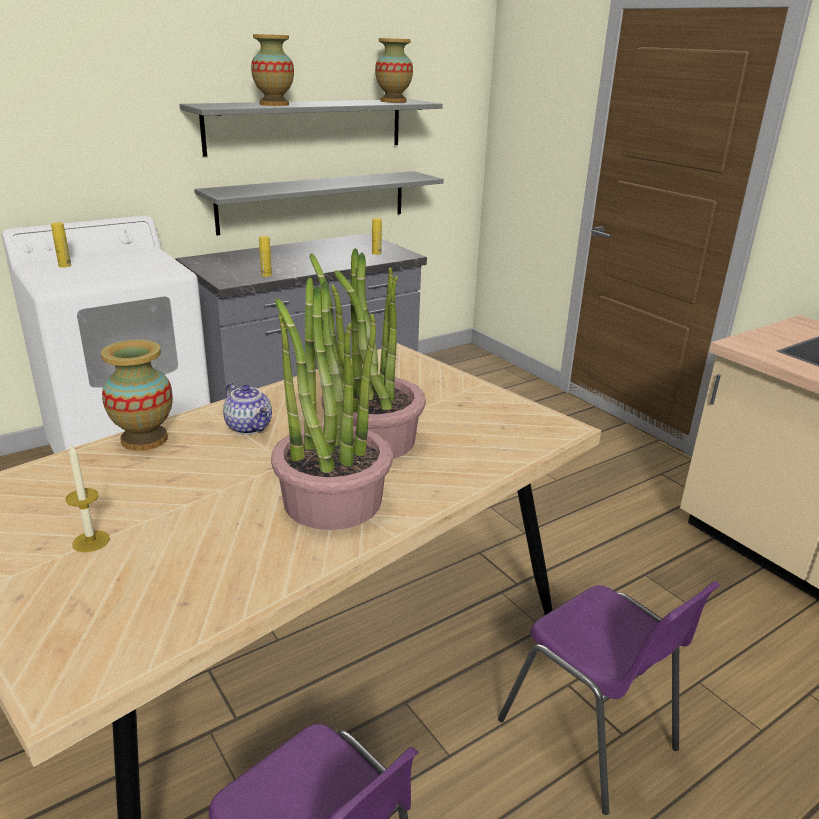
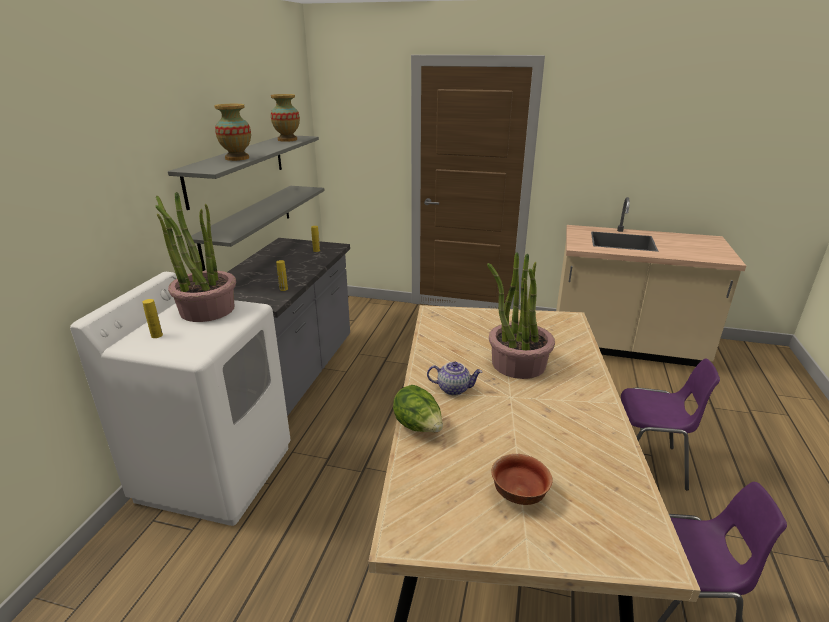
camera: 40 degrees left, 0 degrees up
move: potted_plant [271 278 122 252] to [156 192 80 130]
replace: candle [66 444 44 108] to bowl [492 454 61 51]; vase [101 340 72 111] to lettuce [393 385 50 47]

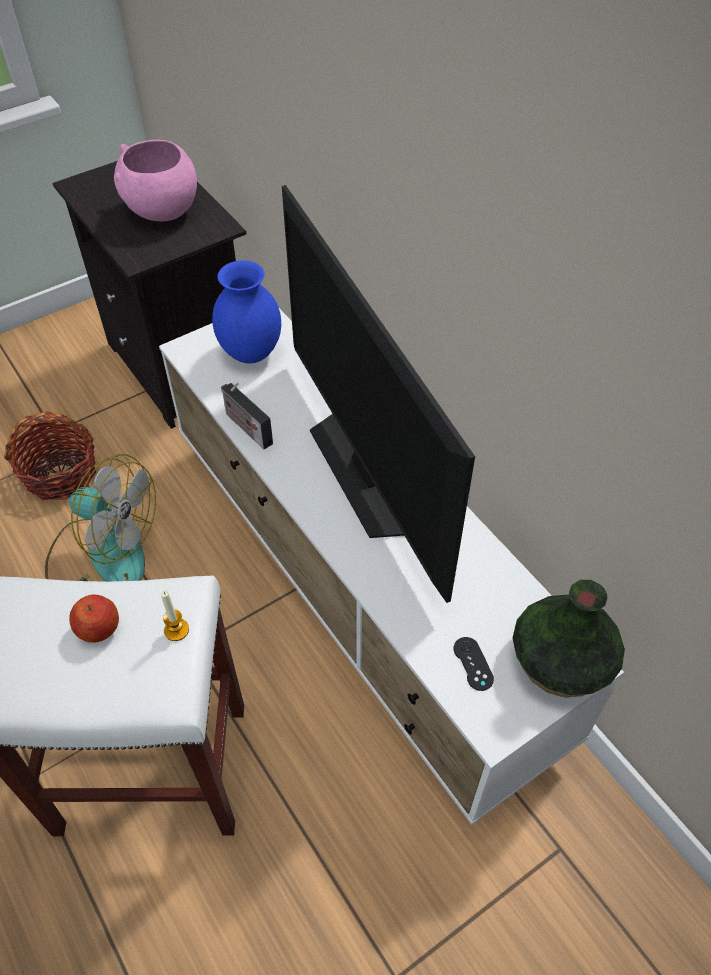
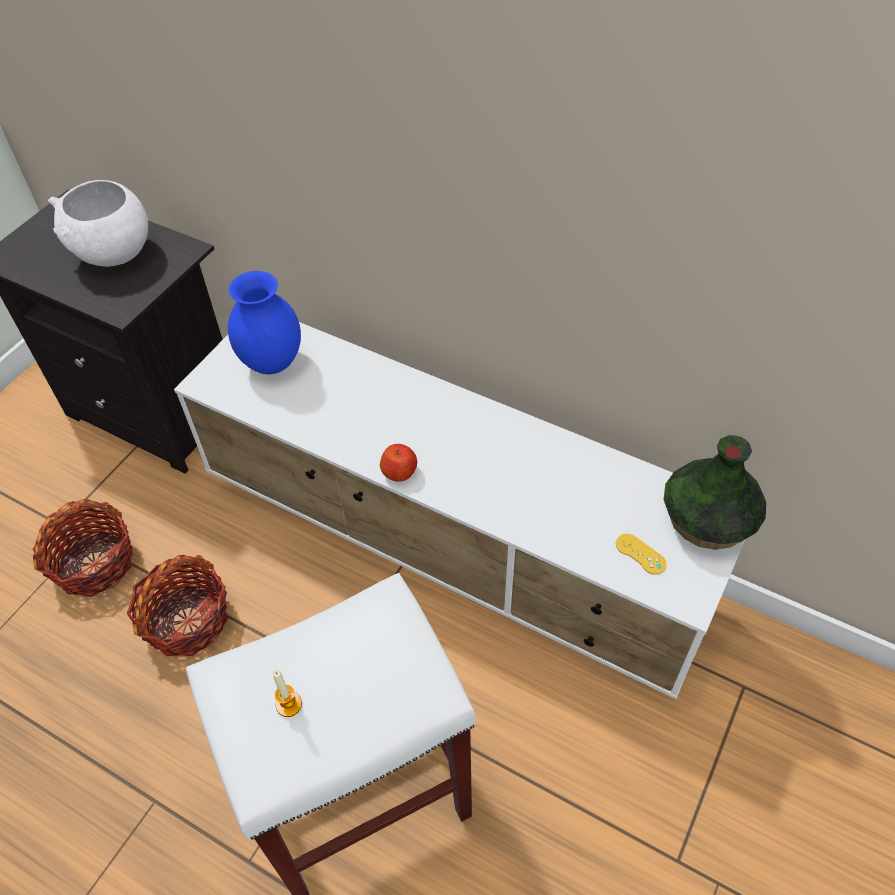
camera: 25 degrees left, 0 degrees up
delete: radio [221 382 52 67]; television [282 185 193 418]
move: apple [69 594 50 49] to [380 444 37 38]; candle [161 590 28 51] to [272 669 30 48]
replace: fan [45 454 111 128] to basket [127 555 101 101]
recolor: pink_bowl [114 140 83 82] to white_bowl [48 180 100 87]; black_game_controller [454 637 40 54] to yellow_game_controller [616 534 51 41]

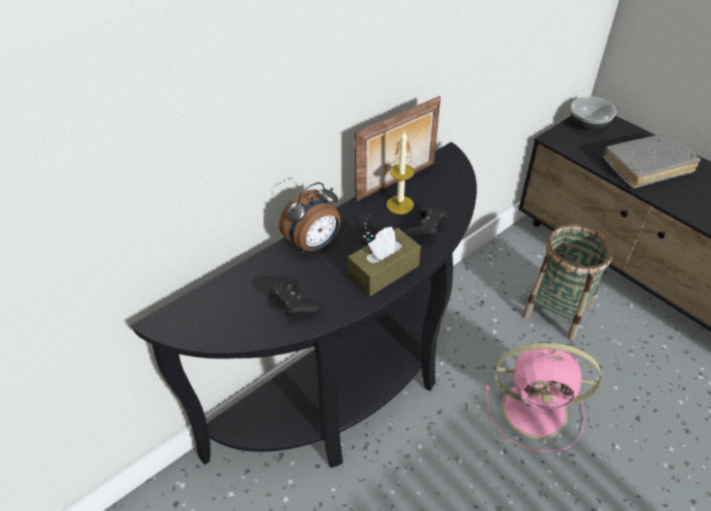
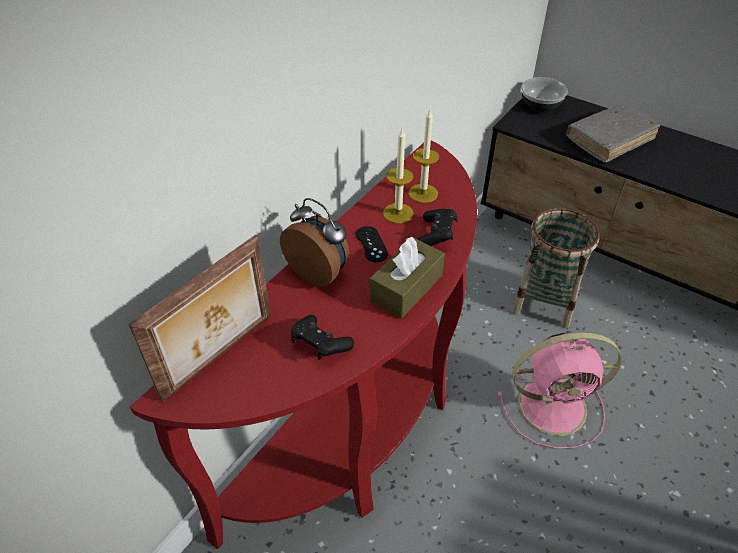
camera: 15 degrees left, 0 degrees up
insert: candle [409 110 30 93]
move: picture_frame [354 96 87 105] to [128 235 143 167]
recolor: black_console_table [131 142 346 326] to red_console_table [130 140 347 409]
rotate: alarm_clock [279 182 62 71] = [280 198 69 89] 90 degrees counterclockwise

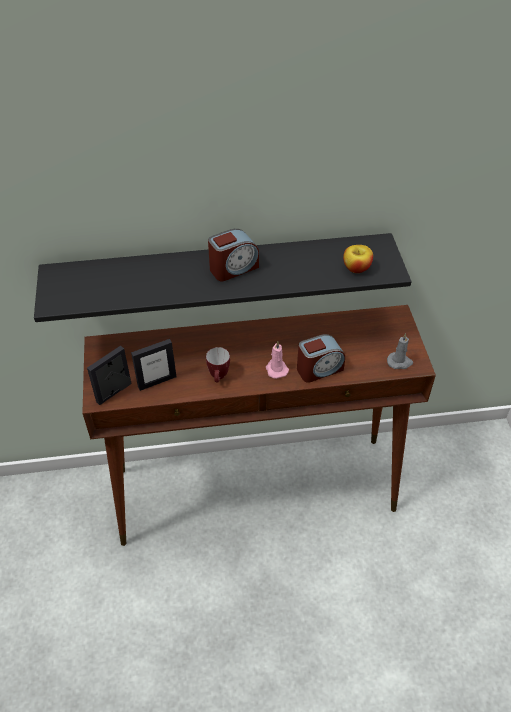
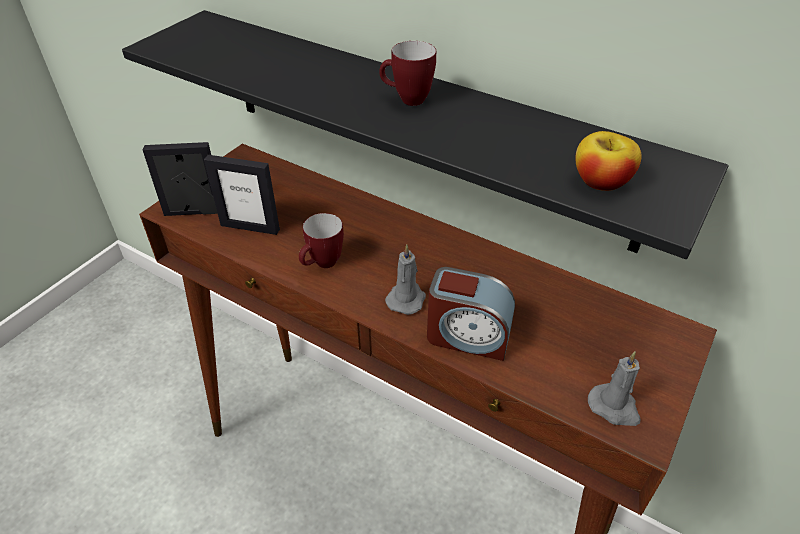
camera: 40 degrees right, 5 degrees down
replace: alarm_clock [208 229 51 52] to mug [379 41 57 65]
recolor: pink_candle [266 341 23 38] to grey_candle [385 244 41 71]

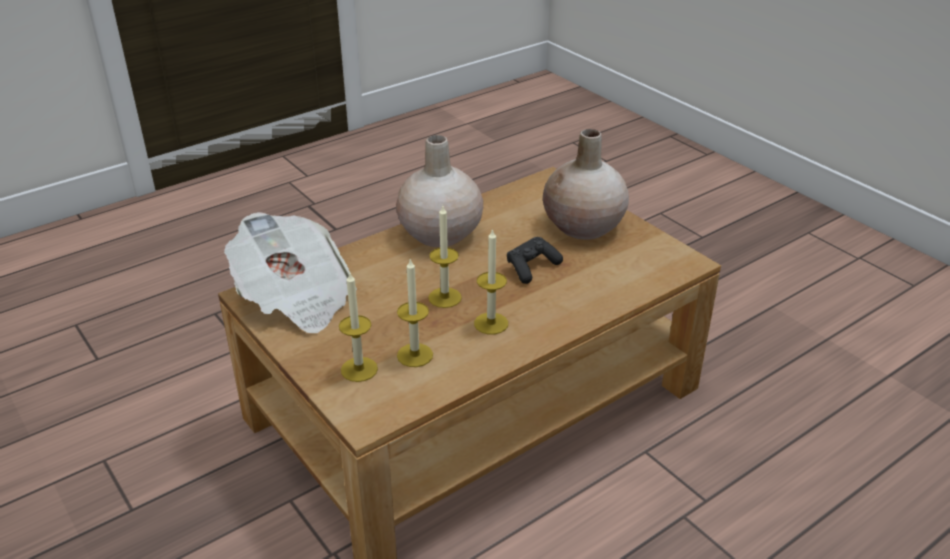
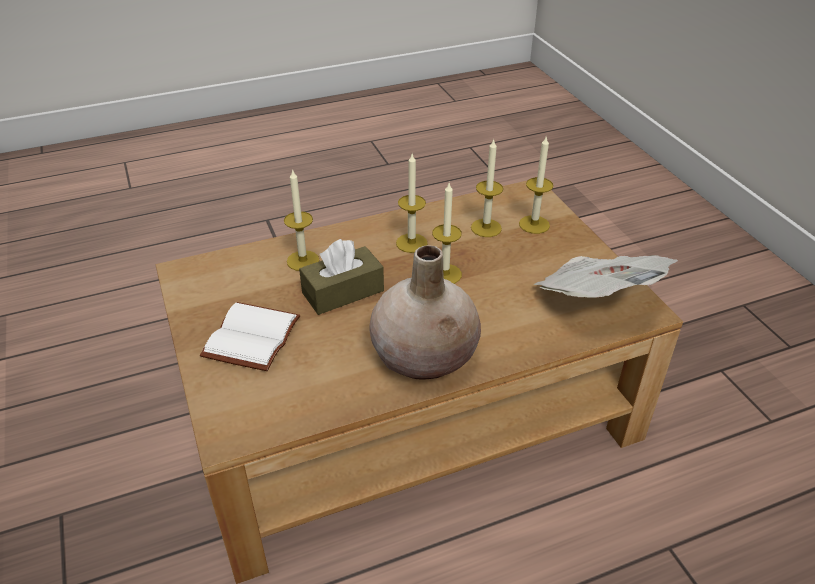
camera: 165 degrees left, 5 degrees up
insert: candle [284 169 35 102]
replace: black_game_controller [507 237 56 47] to brown_tissue_box [299 239 85 76]; beige_vase [543 129 86 111] to white_book [200 302 100 69]

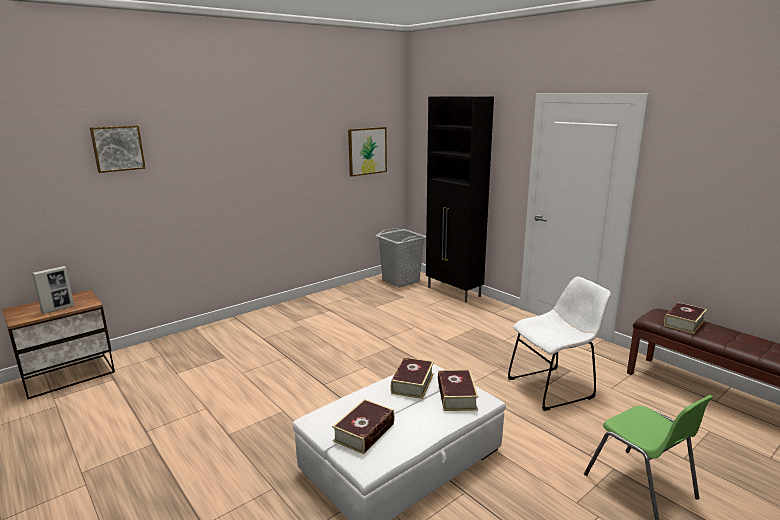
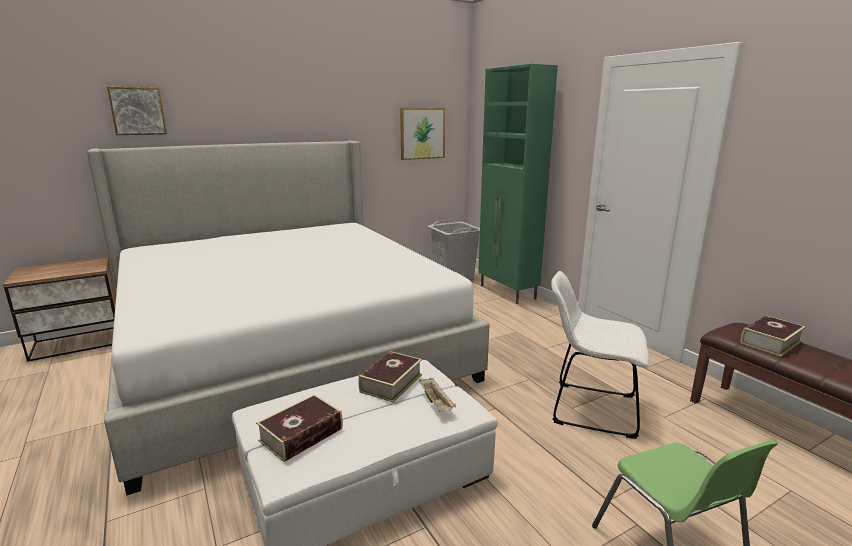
camera: 10 degrees right, 0 degrees up
delete: picture_frame [32 266 42 48]
insert: bed [87 141 402 354]
replace: book [438 370 41 41] to beige_tray [419 378 37 34]
recolor: black_cabinet [426 96 68 206] to green_cabinet [478 64 80 240]
rotate: white_chair [508 276 103 135] = [551 271 98 168] 150 degrees counterclockwise

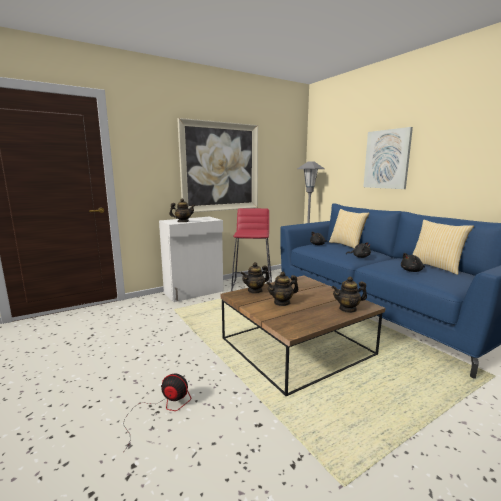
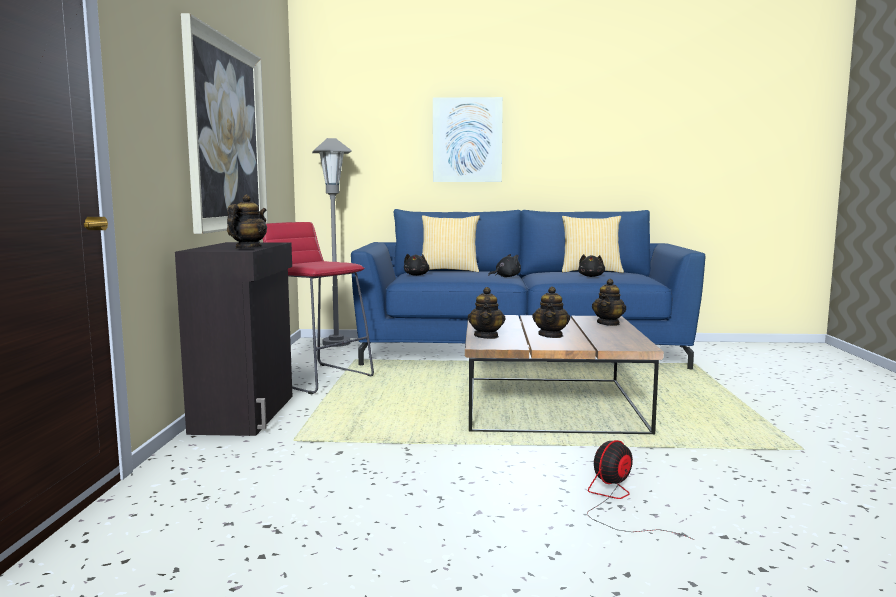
camera: 55 degrees left, 5 degrees down
recolor: white_cabinet [159 217 64 85] to black_cabinet [175 242 118 194]

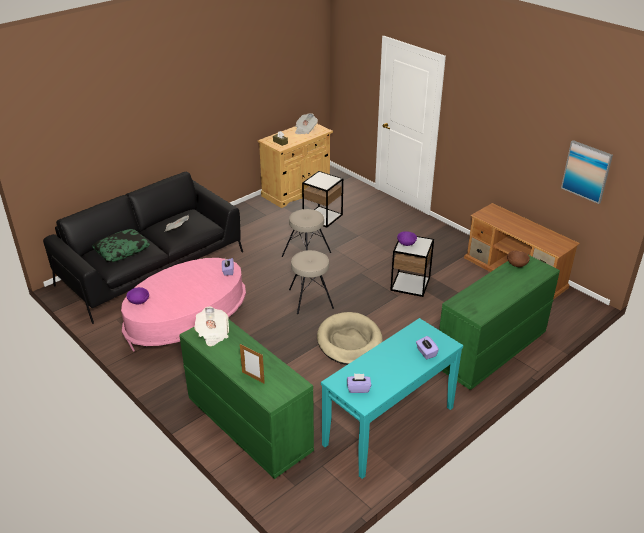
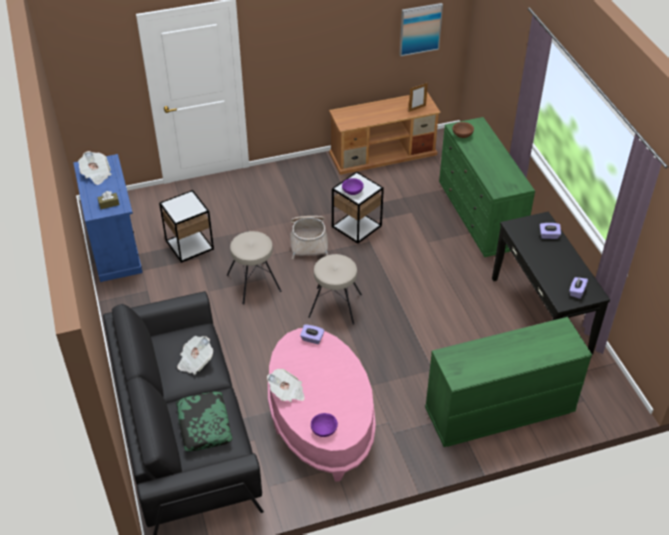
camera: 65 degrees left, 10 degrees up
delete: beige_dog_bed [317 312 66 53]
insert: basket [290 216 38 43]
move: newspaper [194 306 35 40] to [267 369 38 33]; picture_frame [240 344 25 40] to [409 83 19 29]
recolor: beige_cabinet [258 124 75 84] to blue_cabinet [73 154 70 128]; turquoise_console_table [321 318 142 161] to black_console_table [492 212 118 143]

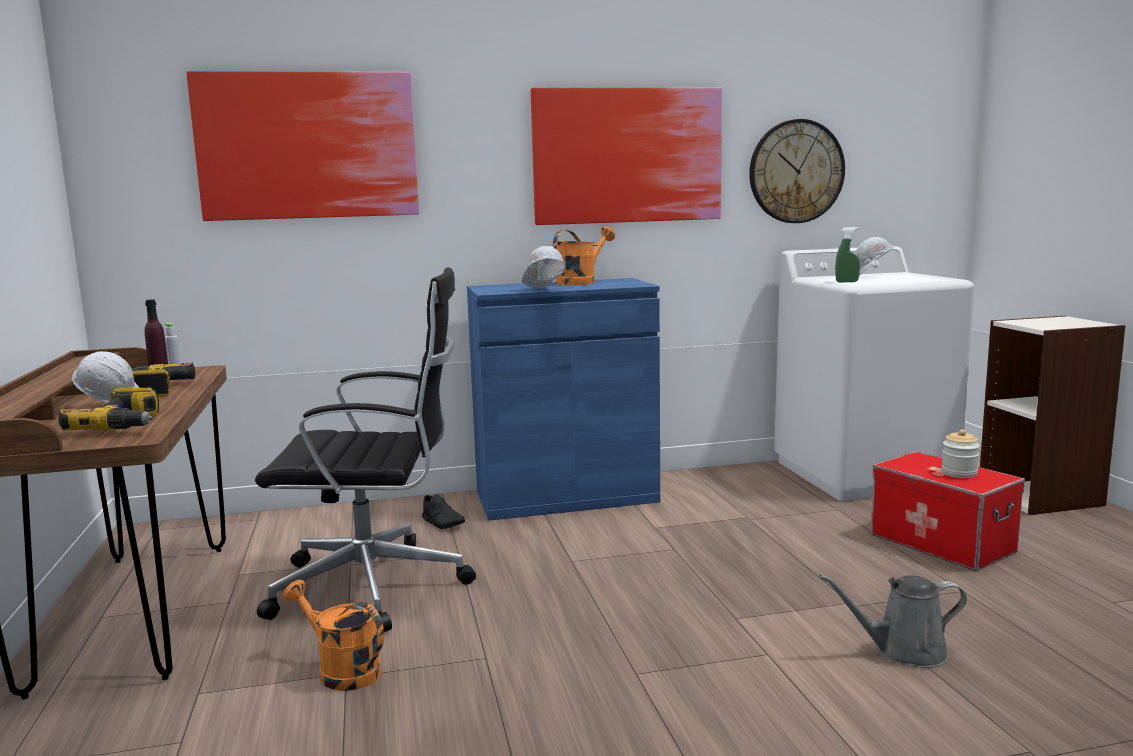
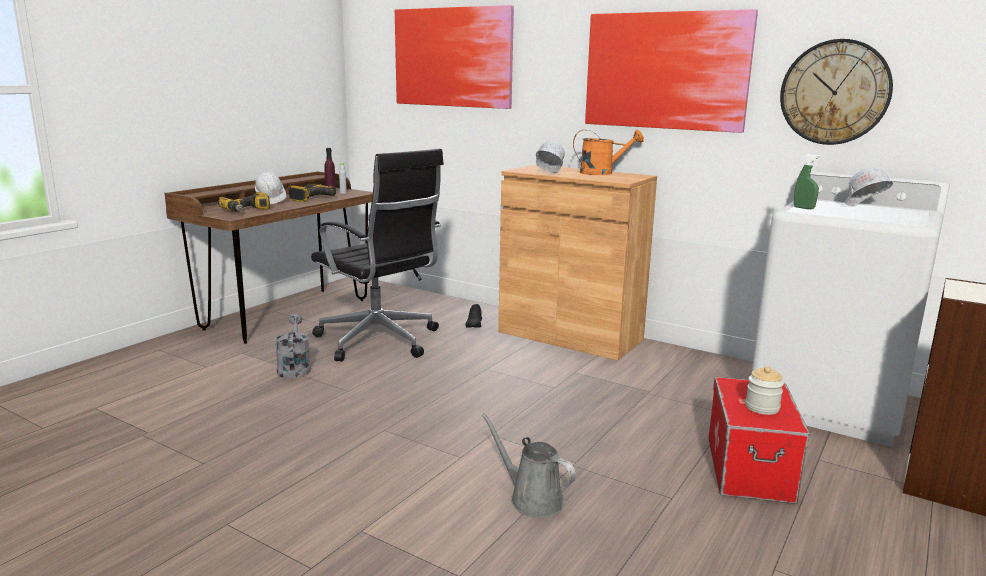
camera: 45 degrees right, 5 degrees up
recolor: orange_watering_can [283 580 101 111] to grey_watering_can [275 314 36 65]; blue_cabinet [467 278 193 243] to brown_cabinet [498 165 159 195]

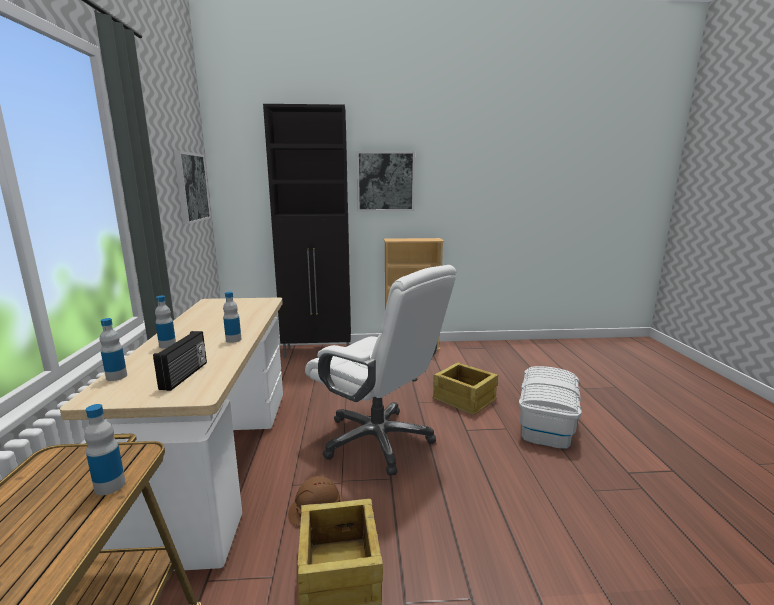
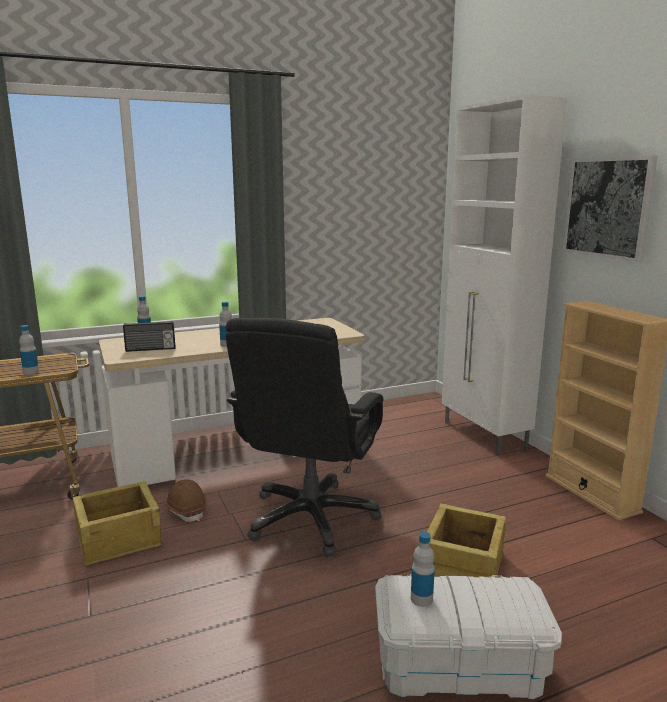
camera: 70 degrees right, 0 degrees up
delete: picture [174 151 37 73]
move: bottle [155 296 21 52] to [411 532 24 75]
recolor: black_cabinet [263 104 88 254] to white_cabinet [442 95 125 361]; white_office_chair [305 265 151 211] to black_office_chair [225 318 158 239]

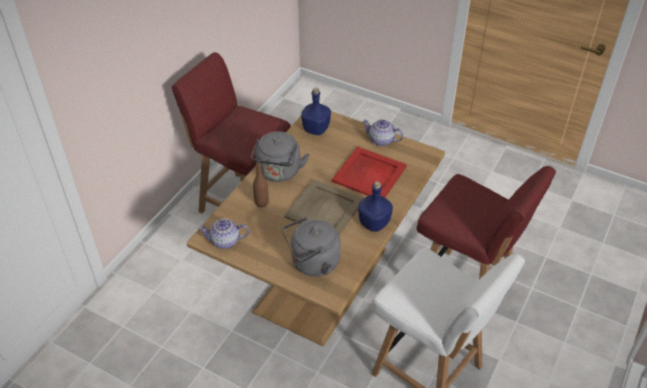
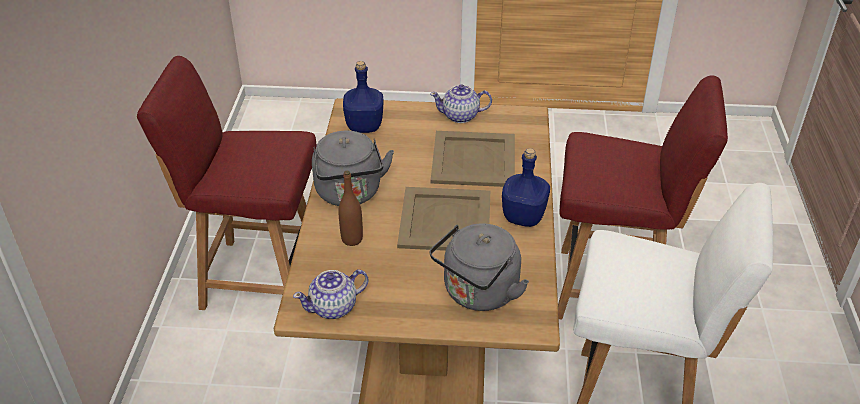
camera: 25 degrees left, 5 degrees down
recolor: red_tray [332 147 75 51] to beige_tray [431 131 84 56]

